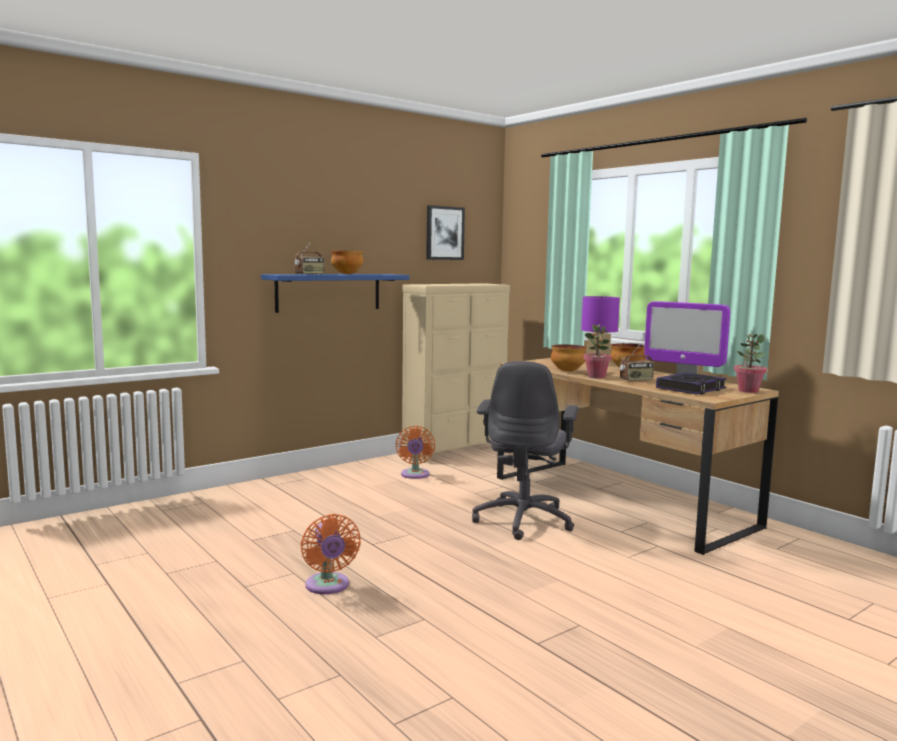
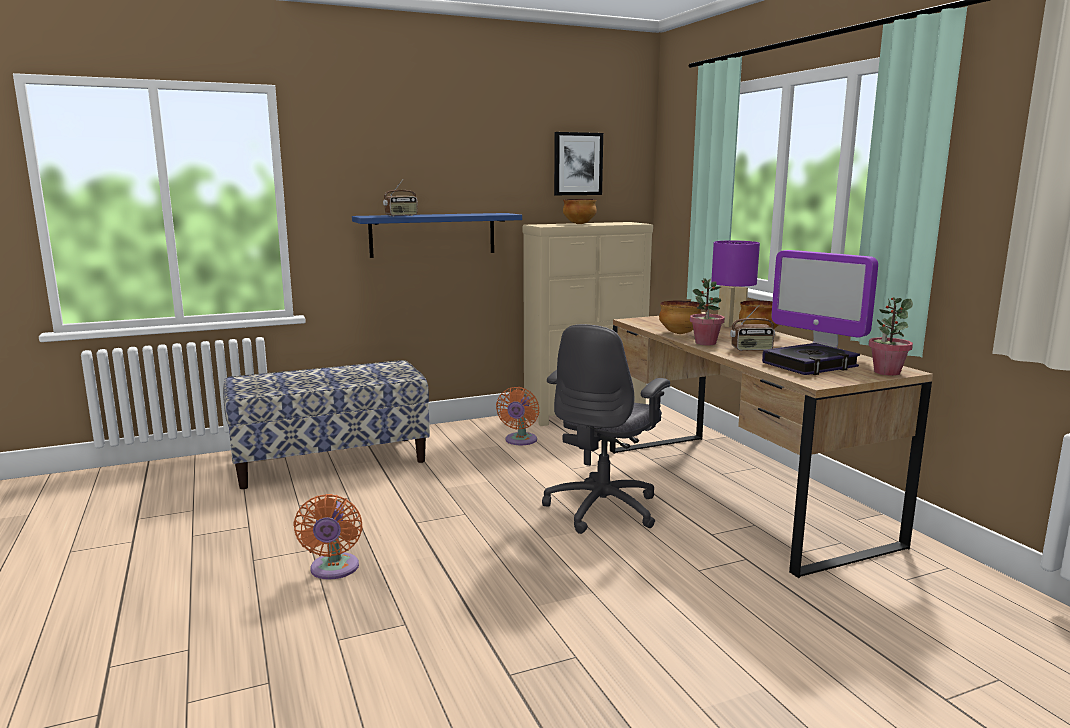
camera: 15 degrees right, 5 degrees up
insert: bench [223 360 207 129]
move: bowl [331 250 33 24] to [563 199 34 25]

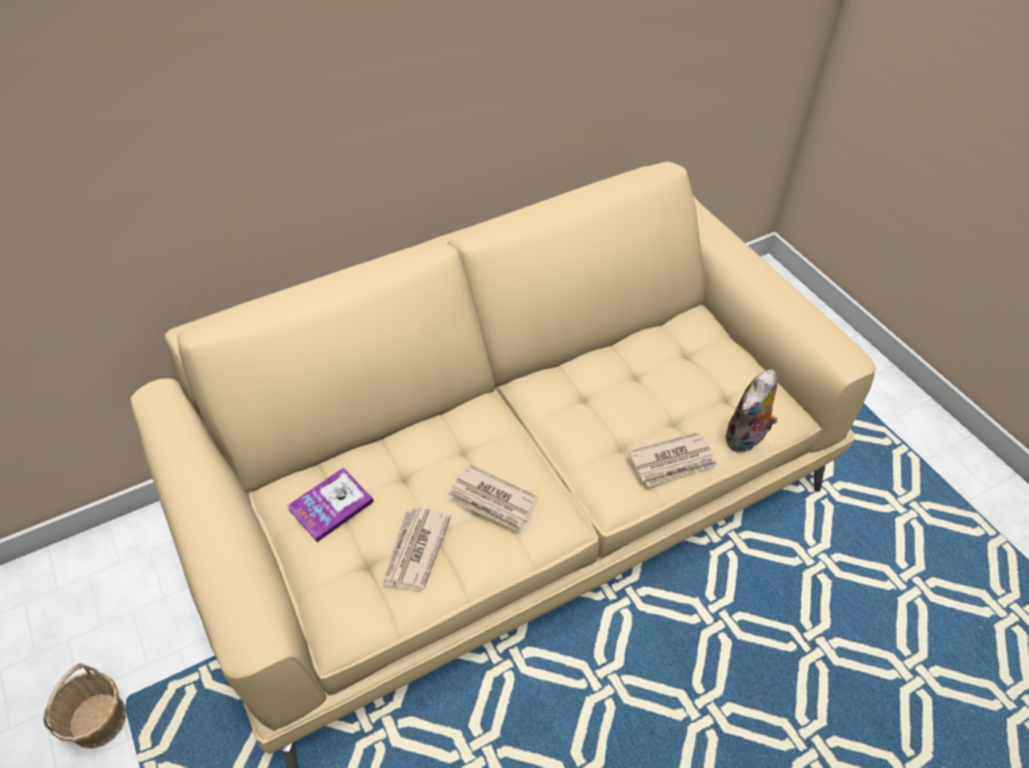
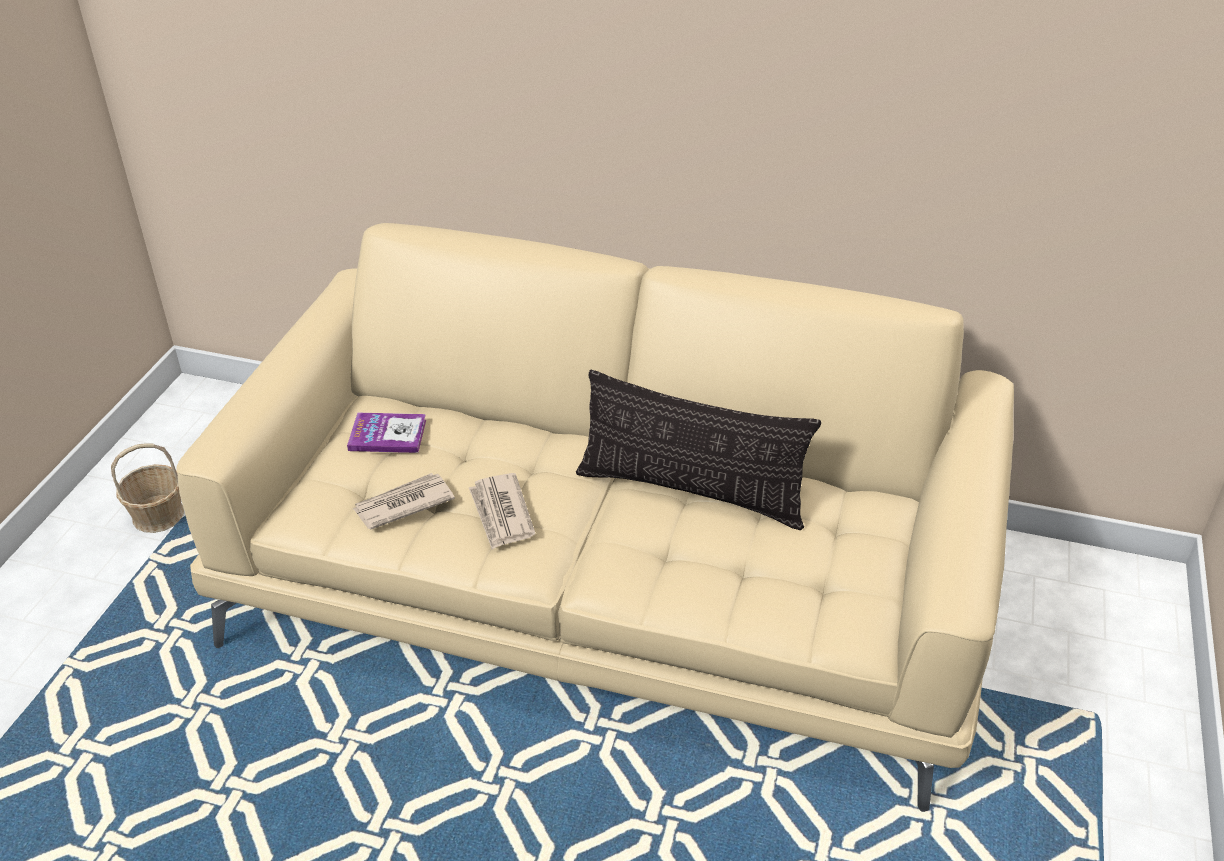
camera: 45 degrees right, 10 degrees down
delete: newspaper [628 432 90 55]; plush_toy [726 370 51 83]
insert: pillow [576 370 245 160]

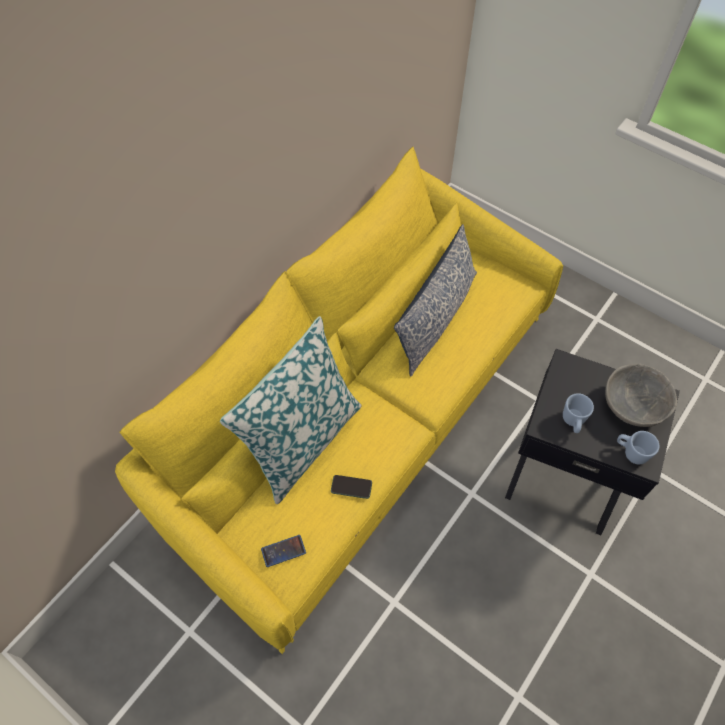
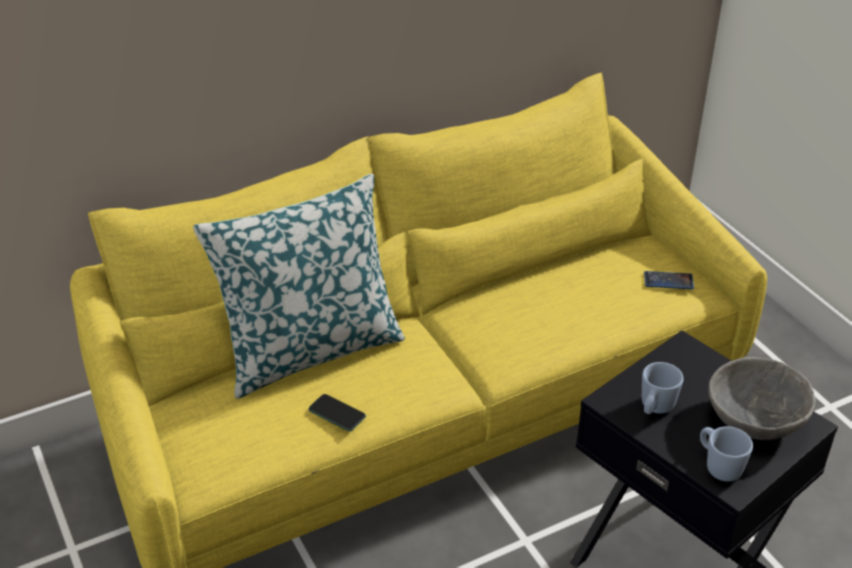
camera: 25 degrees right, 20 degrees down
delete: pillow [394 224 83 152]
move: phone [261 535 45 32] to [644 271 50 18]

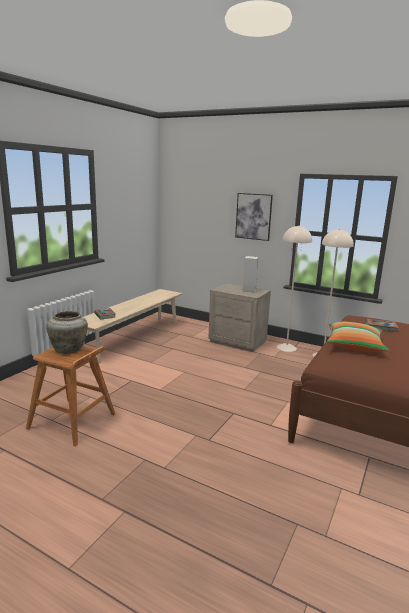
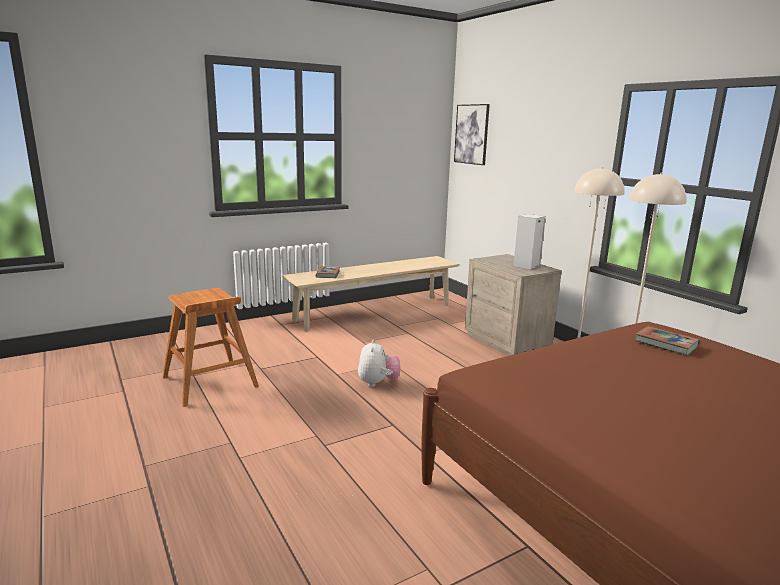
camera: 30 degrees right, 0 degrees up
delete: beige_vase [46 311 42 43]; pillow [327 322 62 30]
insert: plush_toy [358 340 43 47]
move: picture [235 193 38 48] to [454 104 36 61]

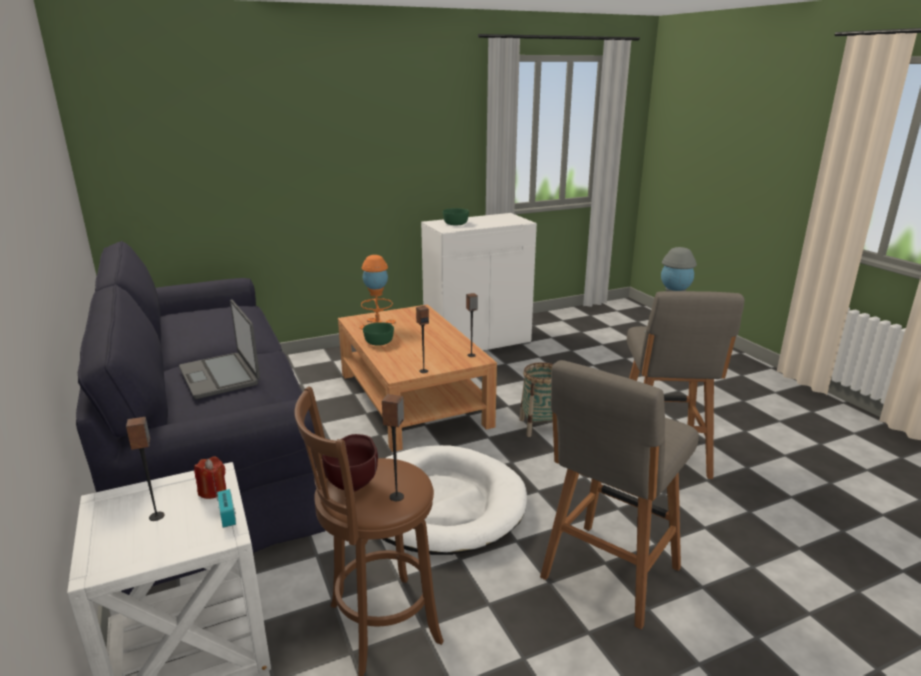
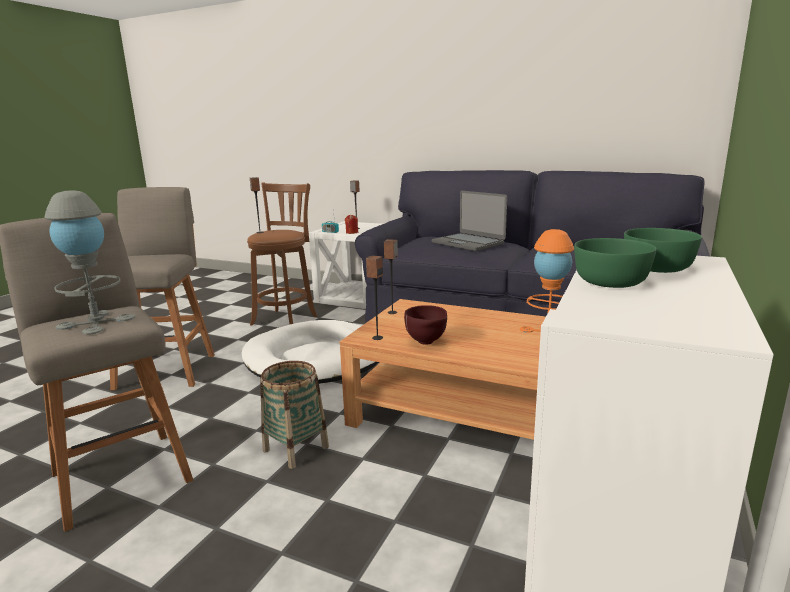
camera: 140 degrees right, 5 degrees down
move: brown_bowl [322 434 56 58] to [404 305 43 40]; green_bowl [363 322 31 24] to [574 238 82 50]
rotate: laptop [179 299 81 100] = [432 191 75 60] 150 degrees counterclockwise

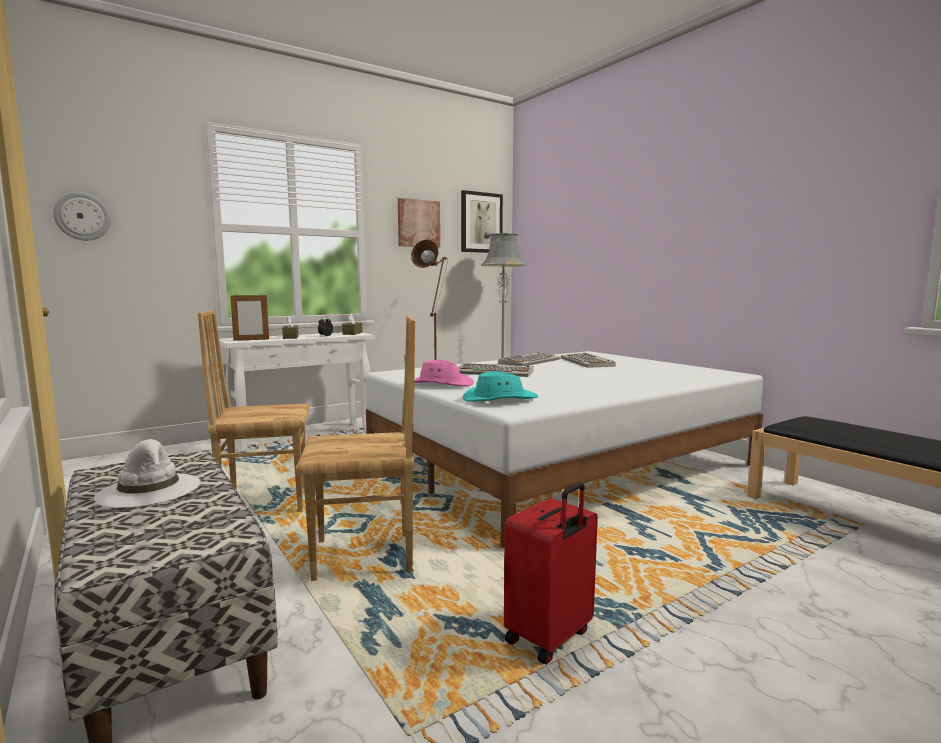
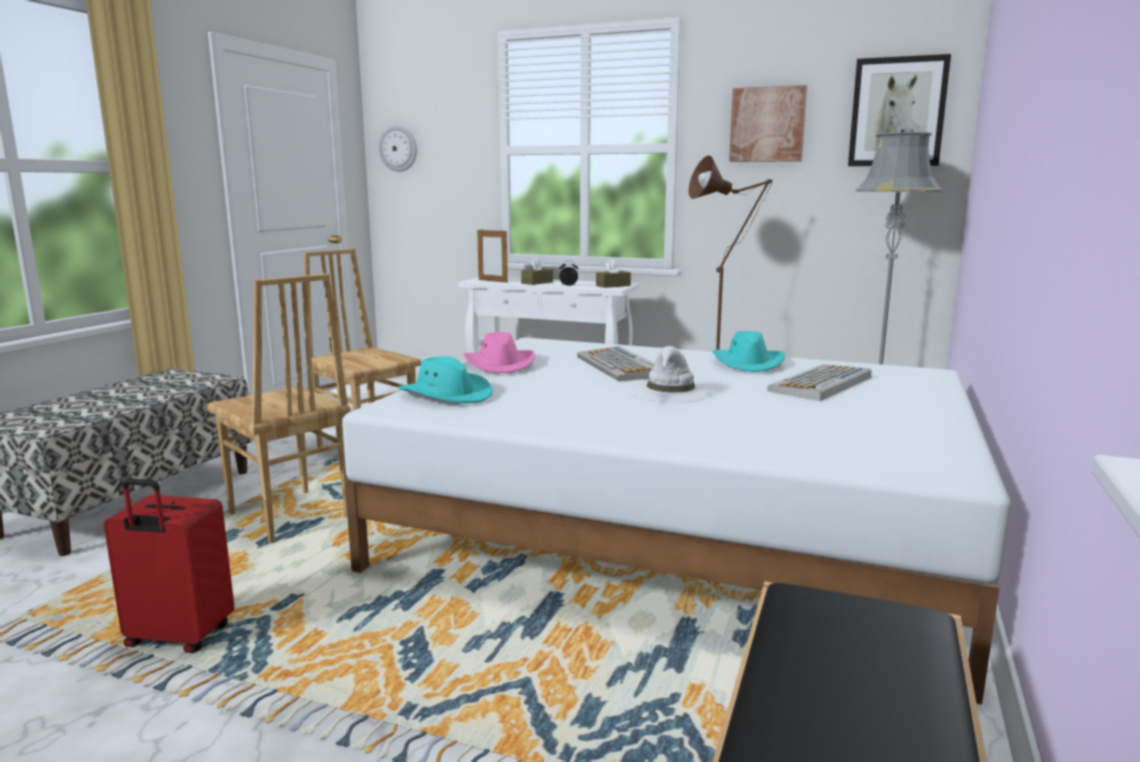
camera: 55 degrees right, 5 degrees up
move: white_hat [94 439 106 69] to [630 346 82 57]
replace: keyboard [498 352 62 14] to turquoise_hat [713 331 72 41]

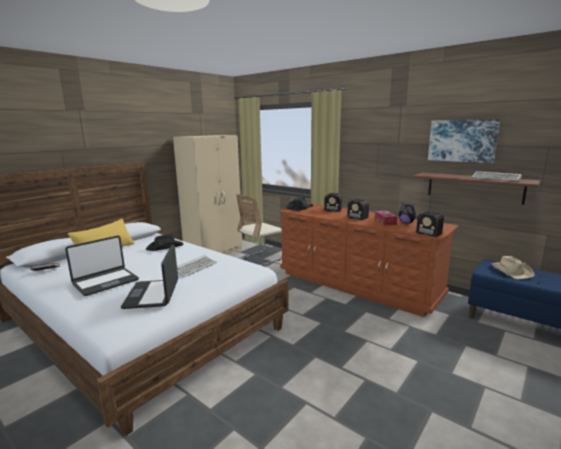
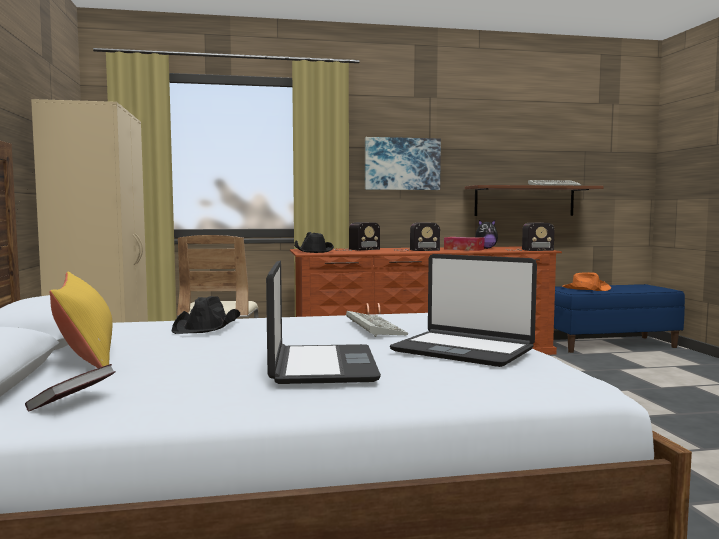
camera: 50 degrees left, 10 degrees down
move: picture [428 119 72 44] to [365 137 76 53]
recolor: beige_hat [490 256 45 23] to orange_hat [562 272 49 19]

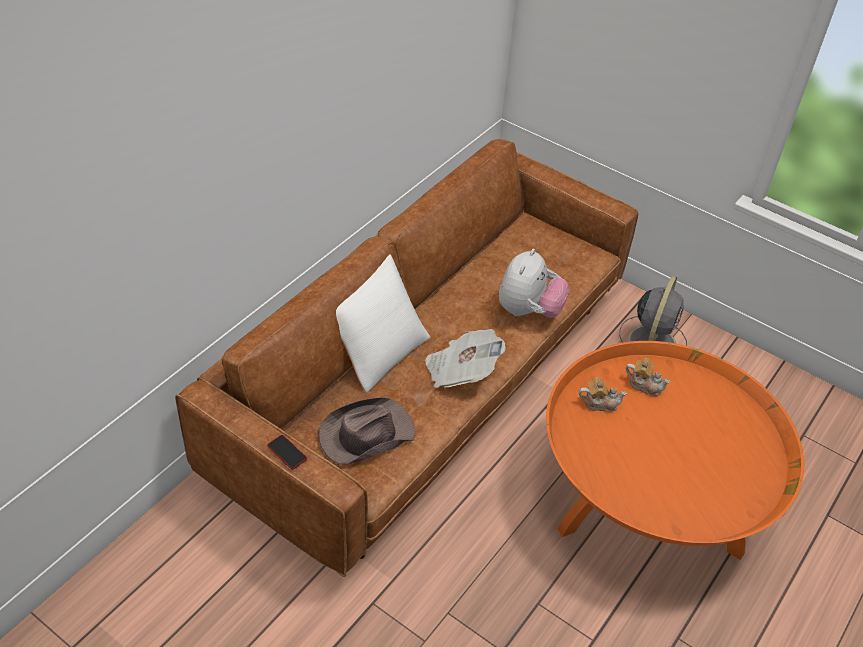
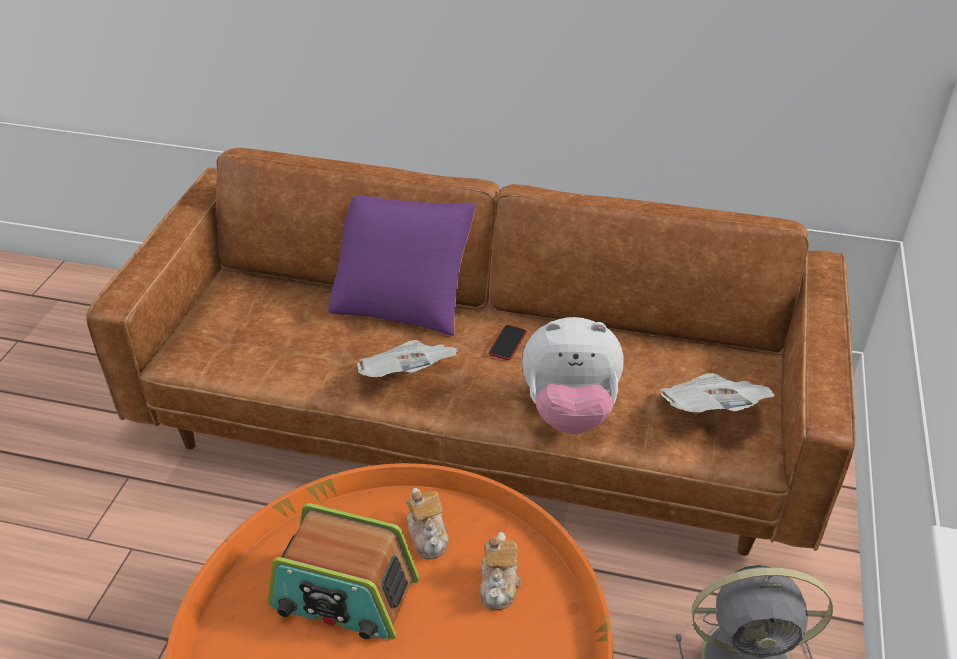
camera: 70 degrees right, 5 degrees down
delete: brown_hat [319 397 96 67]
insert: radio [268 503 151 137]; newspaper [659 373 116 40]
move: phone [267 435 40 34] to [489 325 38 35]
recolor: white_pillow [336 254 94 139] to purple_pillow [328 196 148 140]

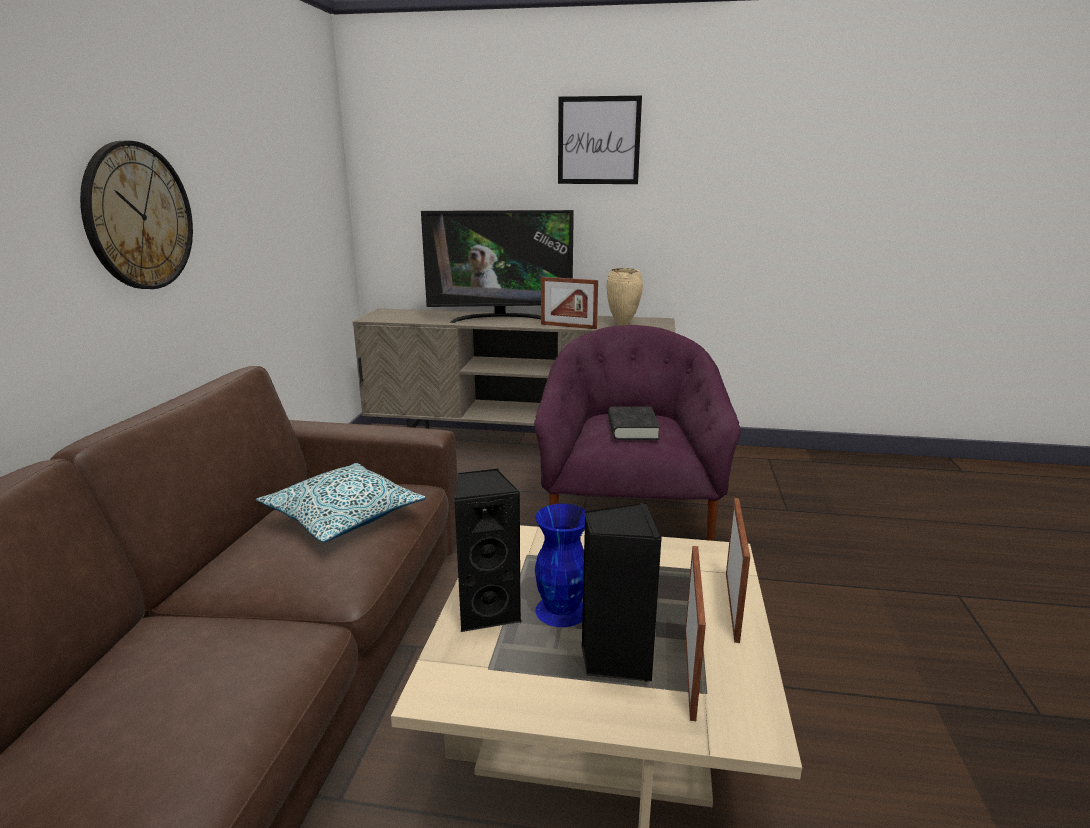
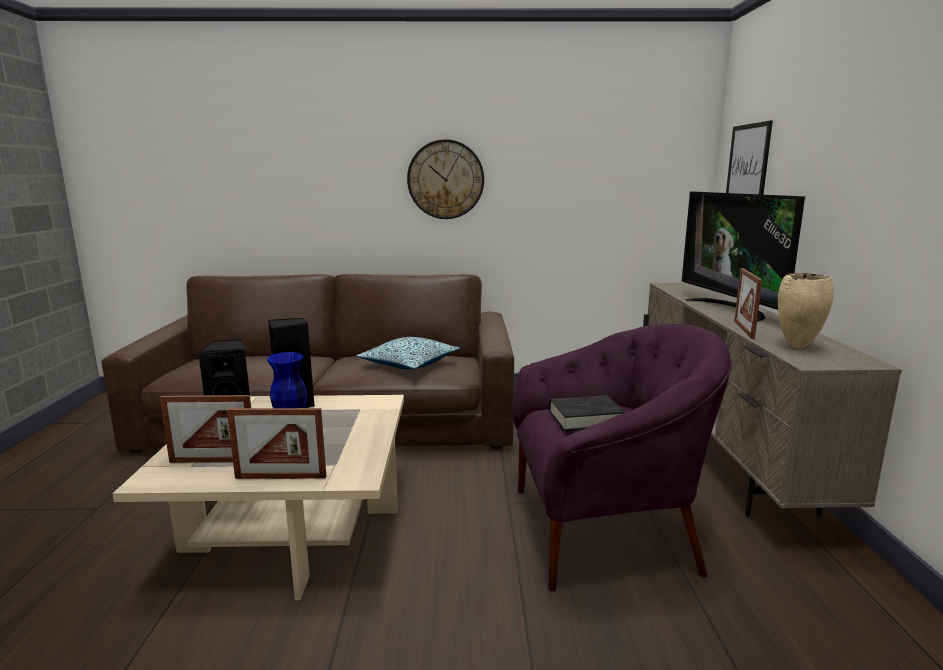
camera: 80 degrees right, 5 degrees down
move: picture [558 96 84 88] to [726 120 47 75]

